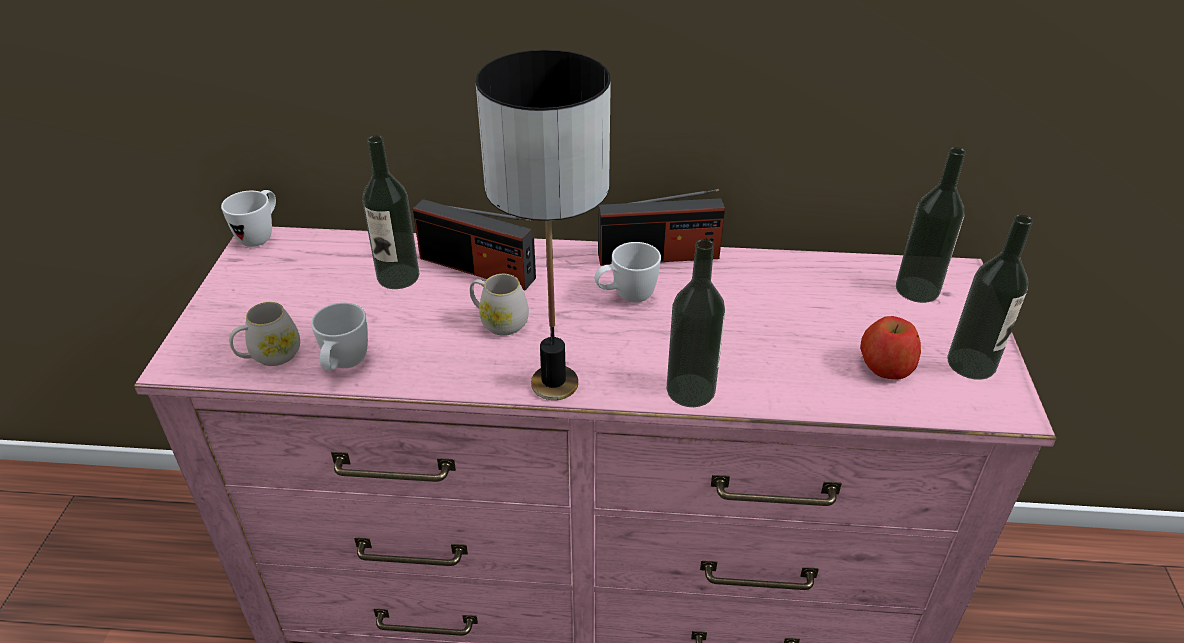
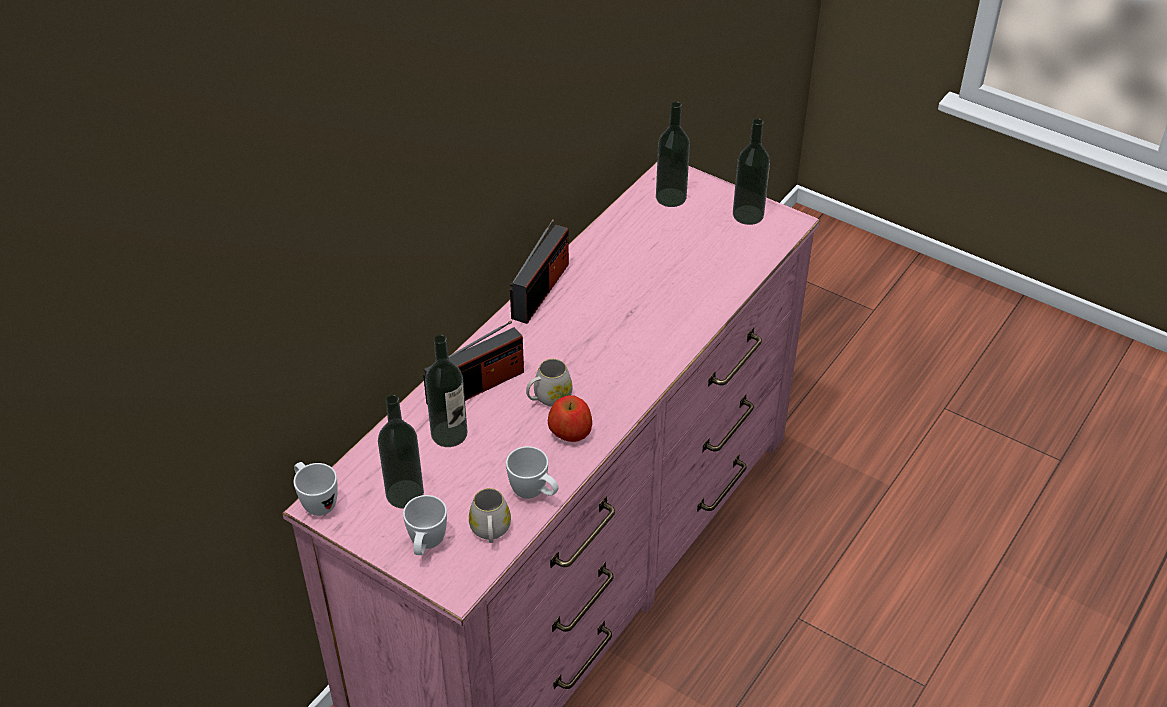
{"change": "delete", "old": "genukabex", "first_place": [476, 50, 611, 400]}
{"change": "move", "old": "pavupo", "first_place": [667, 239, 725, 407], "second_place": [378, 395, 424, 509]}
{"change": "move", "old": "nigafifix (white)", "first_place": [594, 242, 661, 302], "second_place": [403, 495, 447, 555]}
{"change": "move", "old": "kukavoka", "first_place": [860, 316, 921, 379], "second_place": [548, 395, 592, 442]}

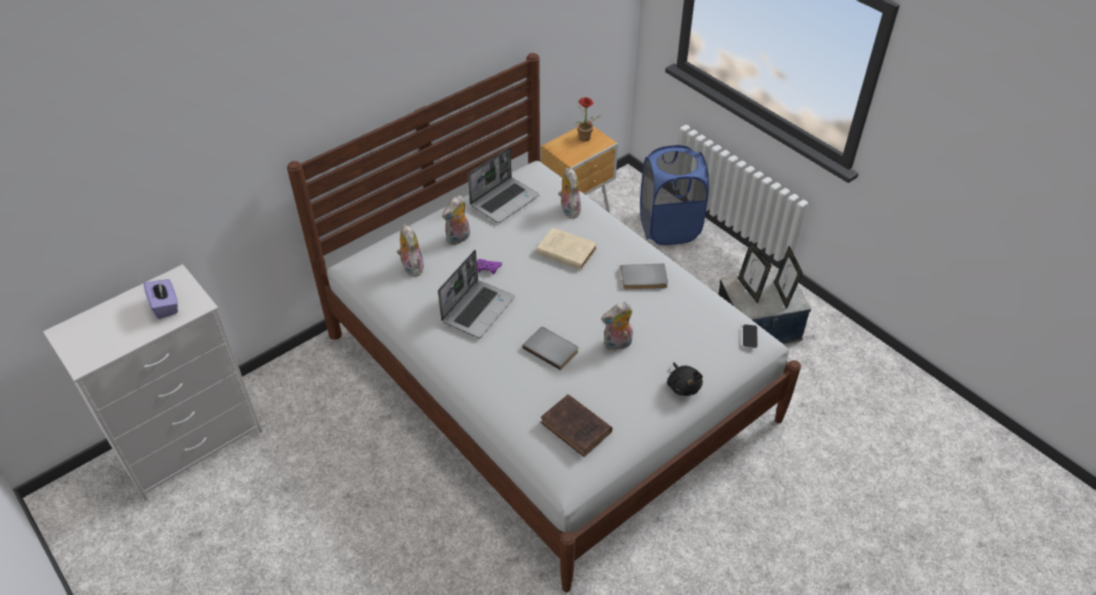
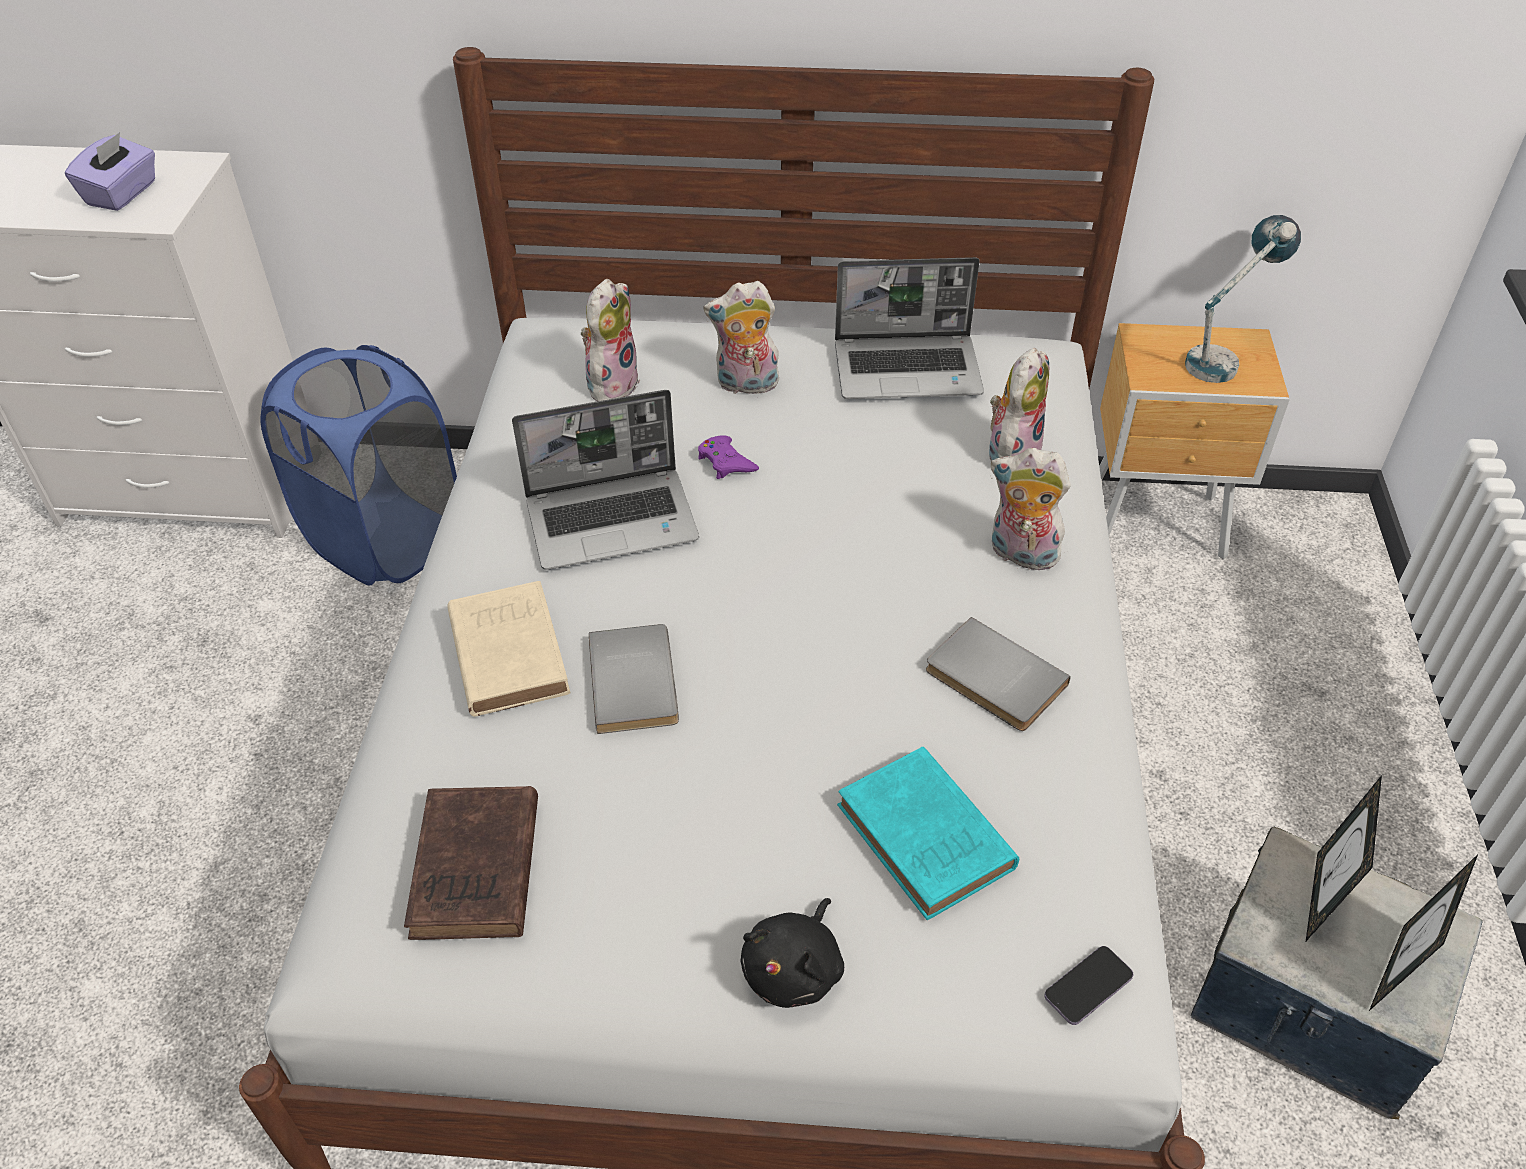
{"change": "replace", "old": "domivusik", "new": "genukabex", "first_place": [576, 97, 601, 142], "second_place": [1185, 215, 1301, 383]}
{"change": "move", "old": "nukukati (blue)", "first_place": [640, 145, 709, 245], "second_place": [260, 345, 457, 586]}
{"change": "move", "old": "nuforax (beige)", "first_place": [536, 228, 597, 270], "second_place": [447, 581, 571, 717]}
{"change": "move", "old": "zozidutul", "first_place": [601, 302, 633, 351], "second_place": [991, 448, 1070, 570]}
{"change": "insert", "new": "nuforax (turquoise)", "second_place": [837, 747, 1019, 920]}

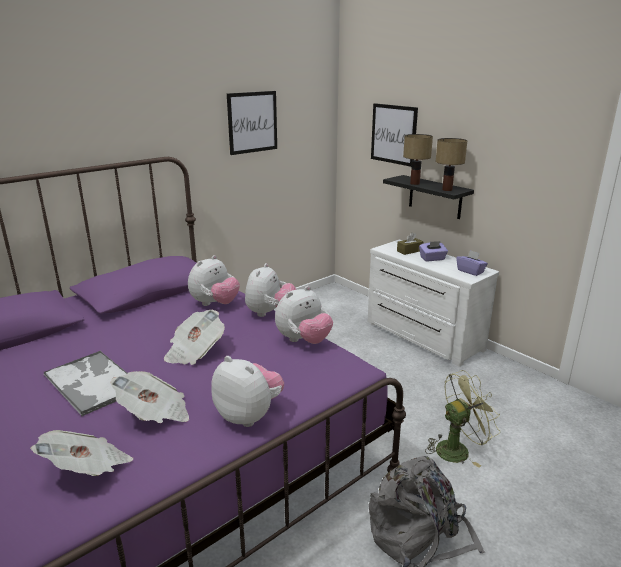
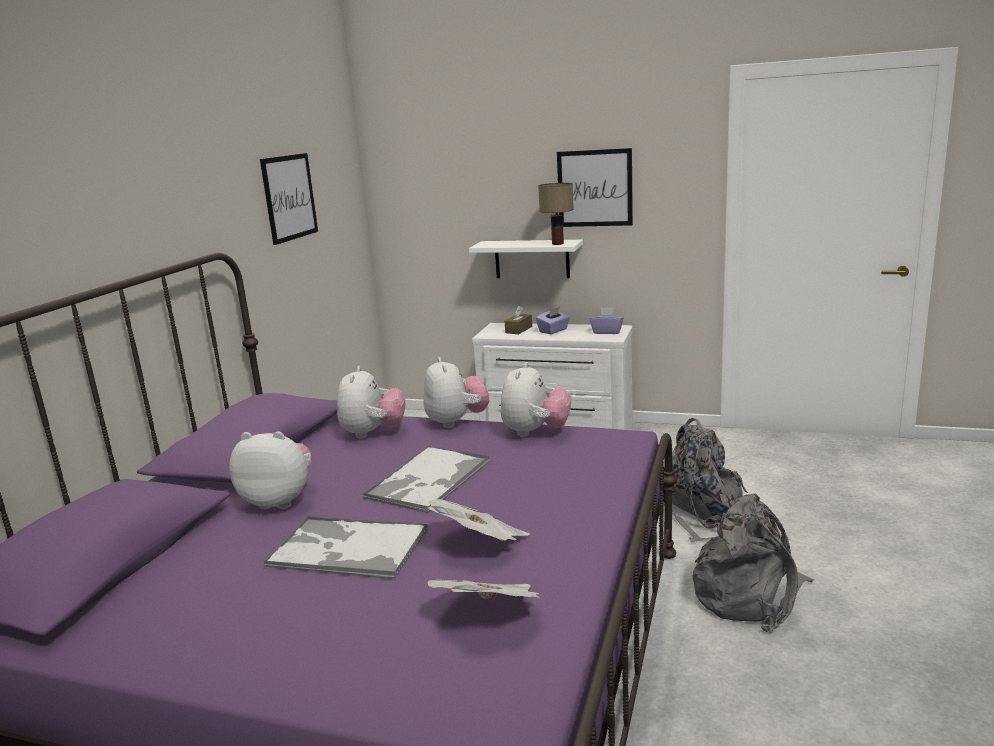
{"change": "move", "old": "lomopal", "first_place": [371, 103, 418, 167], "second_place": [557, 148, 633, 227]}
{"change": "delete", "old": "genukabex", "first_place": [403, 134, 433, 185]}
{"change": "recolor", "old": "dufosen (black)", "new": "dufosen (white)", "first_place": [383, 175, 474, 219], "second_place": [469, 240, 583, 278]}
{"change": "replace", "old": "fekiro", "new": "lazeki", "first_place": [164, 310, 225, 365], "second_place": [363, 446, 490, 513]}
{"change": "move", "old": "zozidutul", "first_place": [211, 356, 284, 427], "second_place": [229, 431, 311, 509]}
{"change": "replace", "old": "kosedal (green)", "new": "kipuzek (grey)", "first_place": [425, 370, 500, 467], "second_place": [672, 418, 748, 542]}

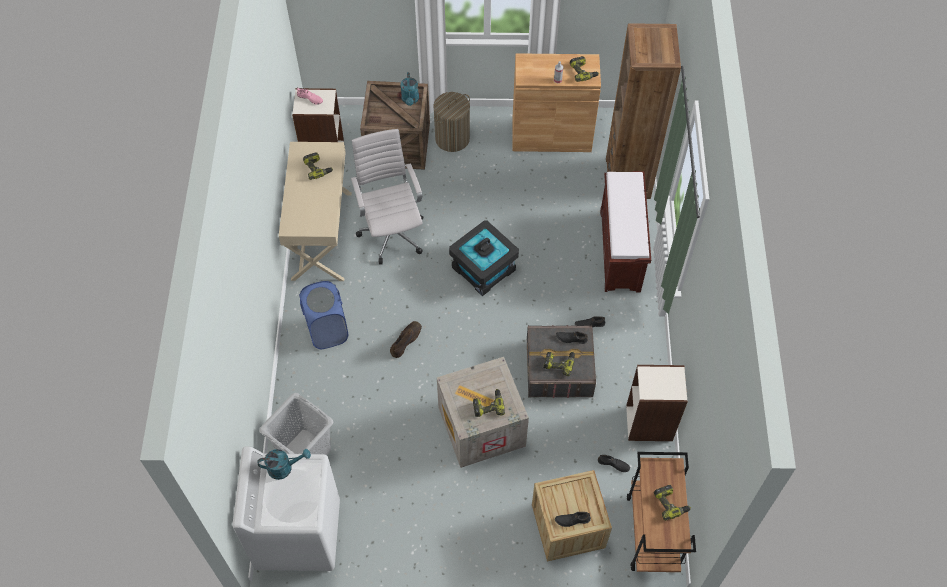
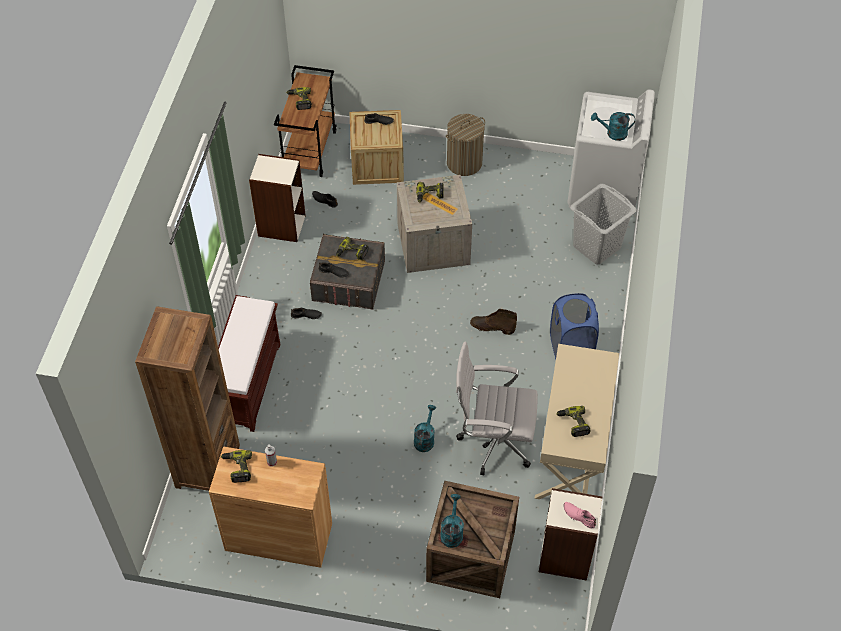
{"change": "move", "old": "nukukati", "first_place": [433, 92, 470, 152], "second_place": [446, 114, 485, 176]}
{"change": "rotate", "old": "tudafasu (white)", "first_place": [351, 129, 424, 264], "second_place": [456, 342, 538, 475], "degrees": 105}
{"change": "delete", "old": "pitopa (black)", "first_place": [449, 220, 519, 296]}
{"change": "rotate", "old": "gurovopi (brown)", "first_place": [390, 321, 422, 358], "second_place": [470, 309, 517, 335], "degrees": 60}
{"change": "insert", "new": "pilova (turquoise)", "second_place": [414, 405, 436, 452]}

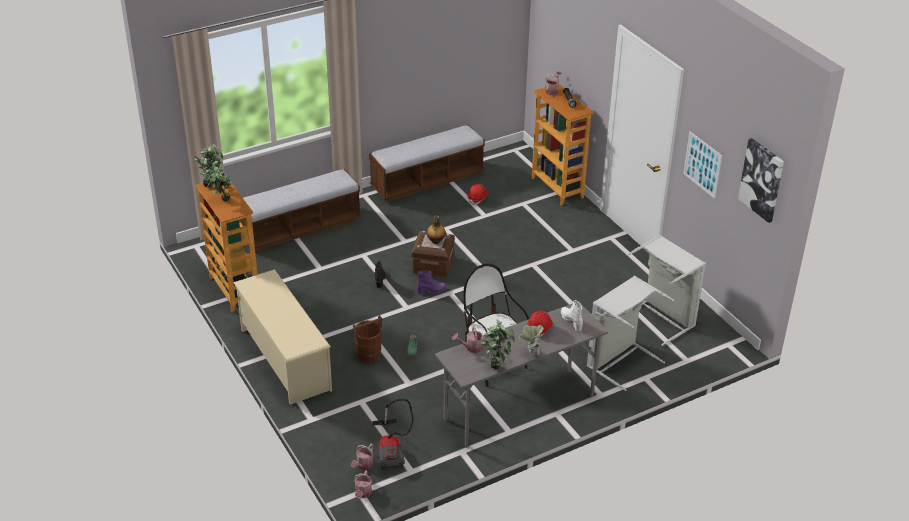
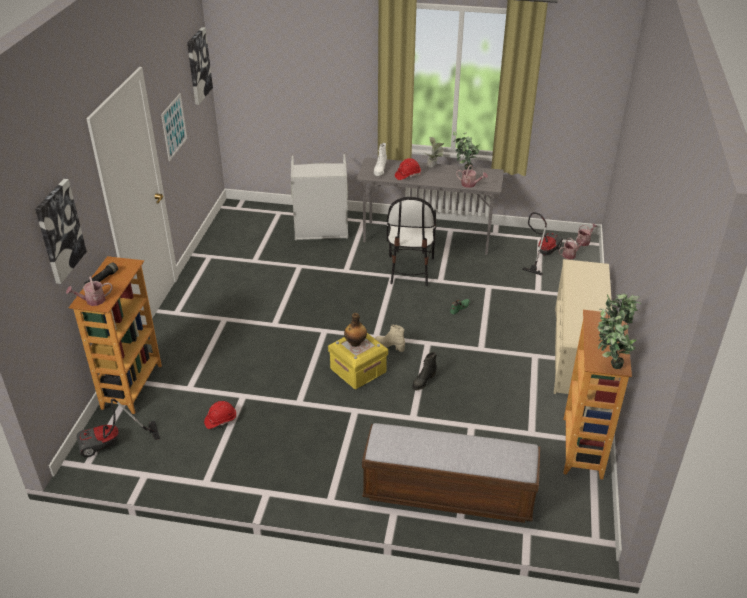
{"change": "delete", "old": "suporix", "first_place": [369, 125, 485, 201]}
{"change": "recolor", "old": "pitopa (brown)", "new": "pitopa (yellow)", "first_place": [411, 231, 455, 277], "second_place": [328, 333, 388, 389]}
{"change": "delete", "old": "nukukati (grey)", "first_place": [627, 235, 706, 346]}
{"change": "recolor", "old": "gurovopi (purple)", "new": "gurovopi (beige)", "first_place": [417, 270, 447, 294], "second_place": [375, 324, 405, 352]}
{"change": "delete", "old": "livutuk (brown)", "first_place": [353, 315, 382, 363]}
{"change": "insert", "new": "lomopal", "second_place": [35, 179, 87, 284]}
{"change": "insert", "new": "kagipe", "second_place": [77, 398, 160, 457]}

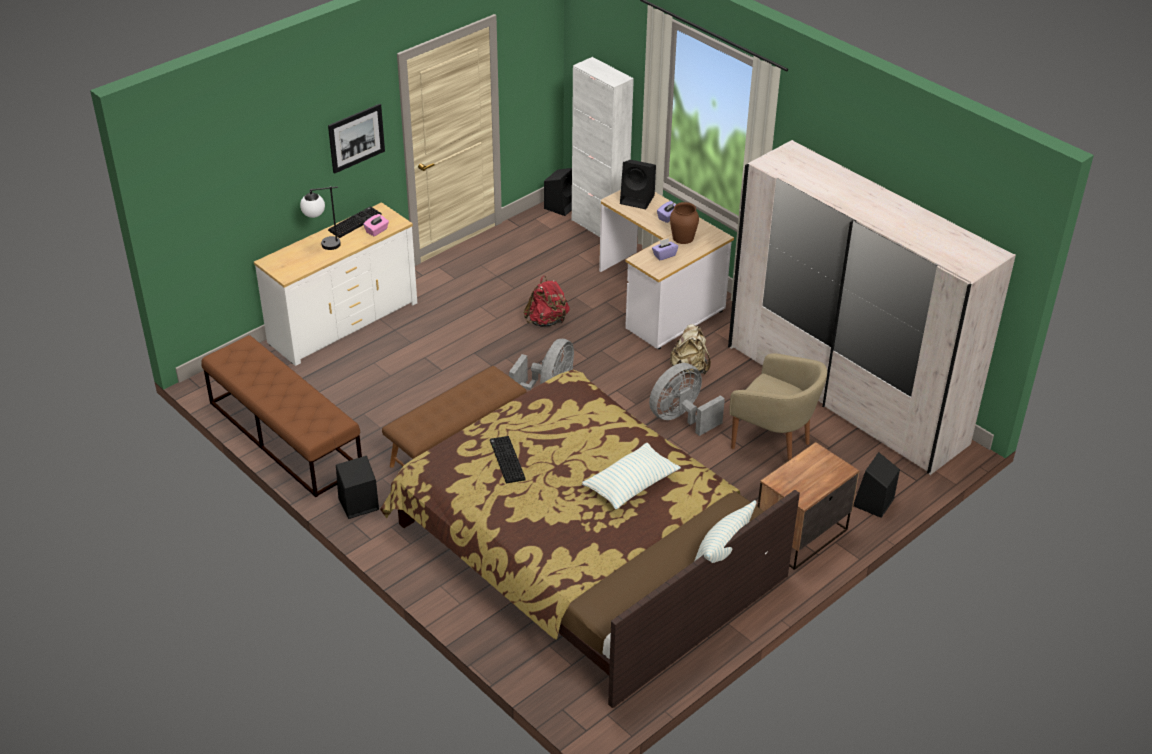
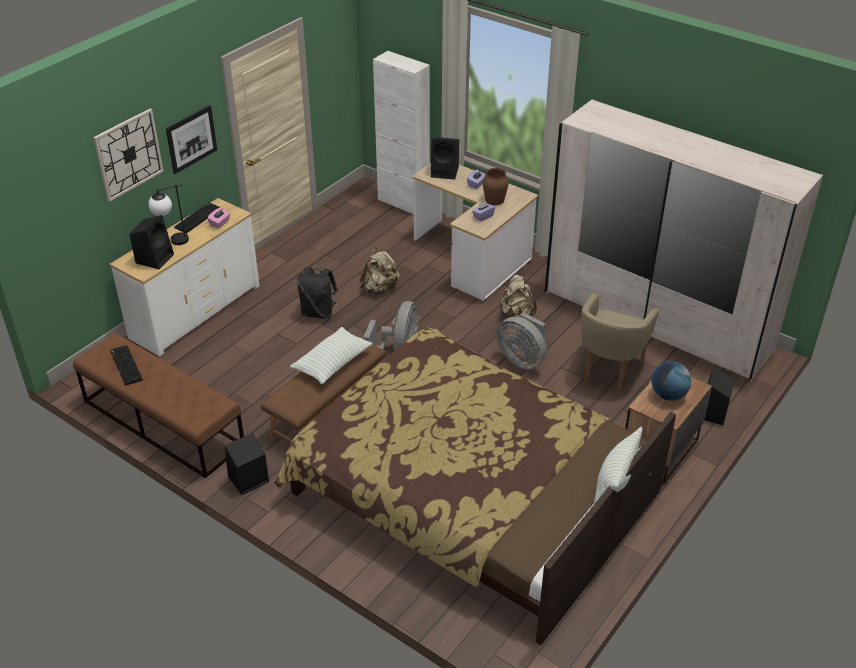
{"change": "move", "old": "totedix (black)", "first_place": [544, 168, 572, 216], "second_place": [129, 215, 174, 269]}
{"change": "recolor", "old": "kipuzek (red)", "new": "kipuzek (beige)", "first_place": [524, 276, 570, 327], "second_place": [359, 248, 400, 294]}
{"change": "rotate", "old": "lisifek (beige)", "first_place": [729, 353, 827, 460], "second_place": [581, 293, 659, 393], "degrees": 90}
{"change": "rotate", "old": "kosedal (grey)", "first_place": [649, 363, 725, 436], "second_place": [497, 312, 547, 369], "degrees": -90}
{"change": "move", "old": "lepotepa", "first_place": [490, 436, 526, 484], "second_place": [110, 345, 143, 385]}
{"change": "move", "old": "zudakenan", "first_place": [582, 443, 681, 510], "second_place": [290, 327, 373, 384]}
{"change": "insert", "new": "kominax", "second_place": [93, 109, 163, 202]}
{"change": "insert", "new": "kipuzek (black)", "second_place": [297, 267, 338, 319]}
{"change": "insert", "new": "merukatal", "second_place": [651, 362, 691, 401]}

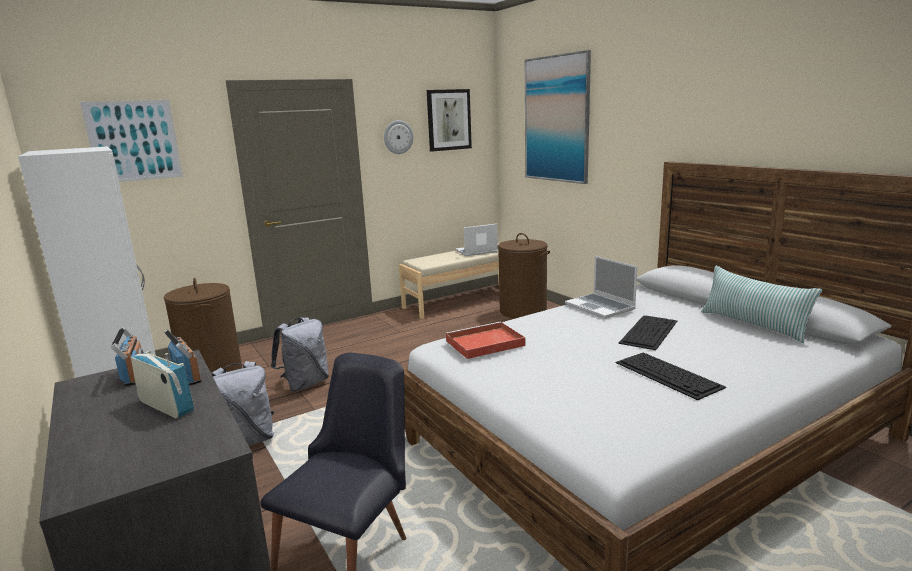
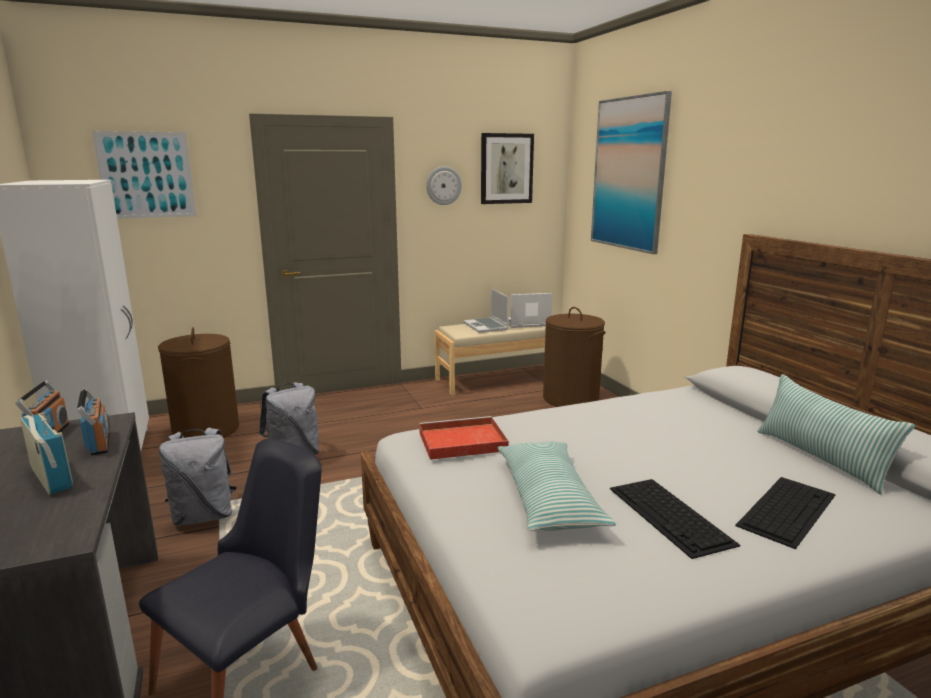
{"change": "move", "old": "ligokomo", "first_place": [565, 256, 637, 319], "second_place": [463, 289, 509, 333]}
{"change": "move", "old": "lepotepa", "first_place": [619, 315, 677, 350], "second_place": [735, 477, 836, 549]}
{"change": "insert", "new": "zudakenan", "second_place": [498, 441, 616, 531]}

